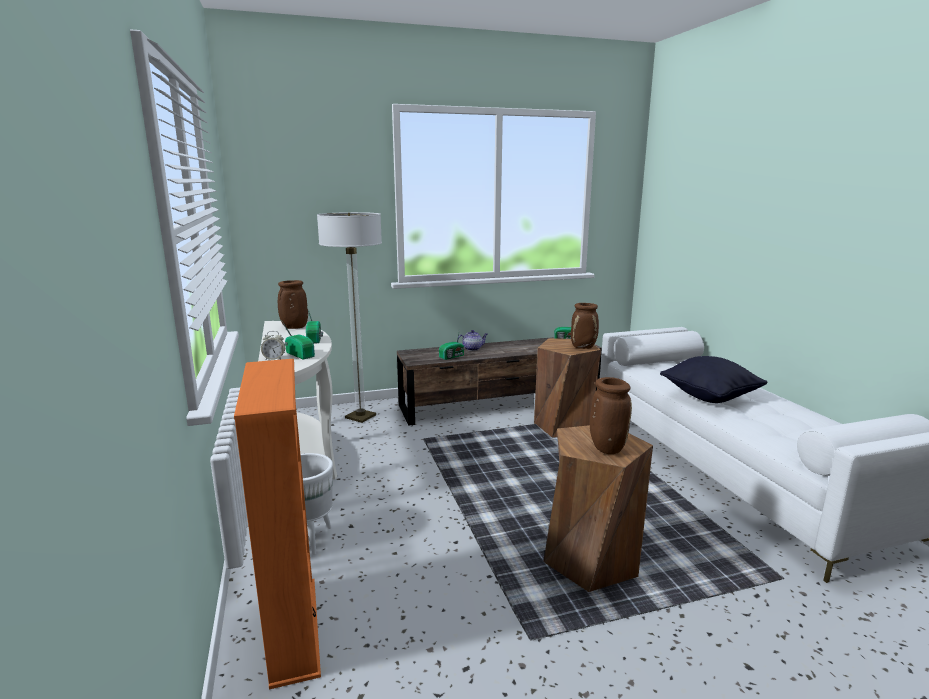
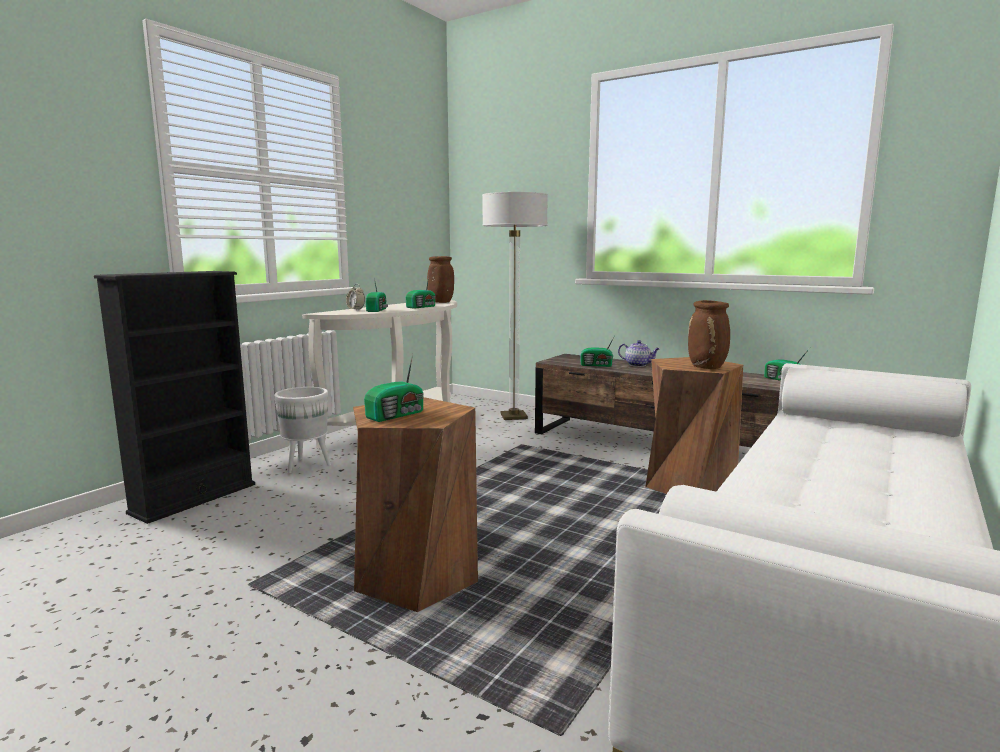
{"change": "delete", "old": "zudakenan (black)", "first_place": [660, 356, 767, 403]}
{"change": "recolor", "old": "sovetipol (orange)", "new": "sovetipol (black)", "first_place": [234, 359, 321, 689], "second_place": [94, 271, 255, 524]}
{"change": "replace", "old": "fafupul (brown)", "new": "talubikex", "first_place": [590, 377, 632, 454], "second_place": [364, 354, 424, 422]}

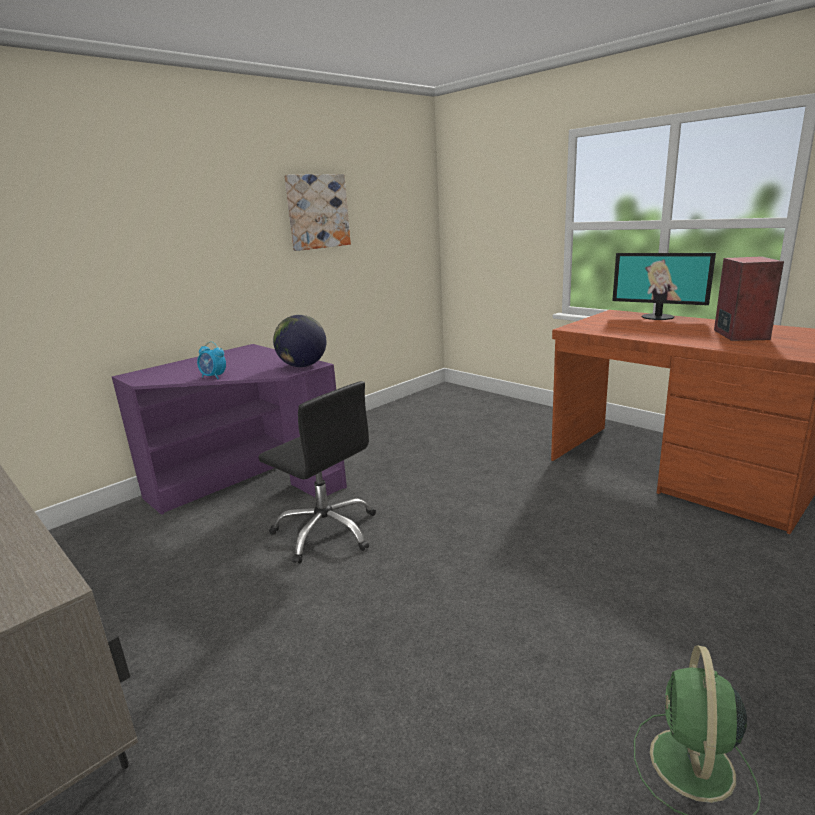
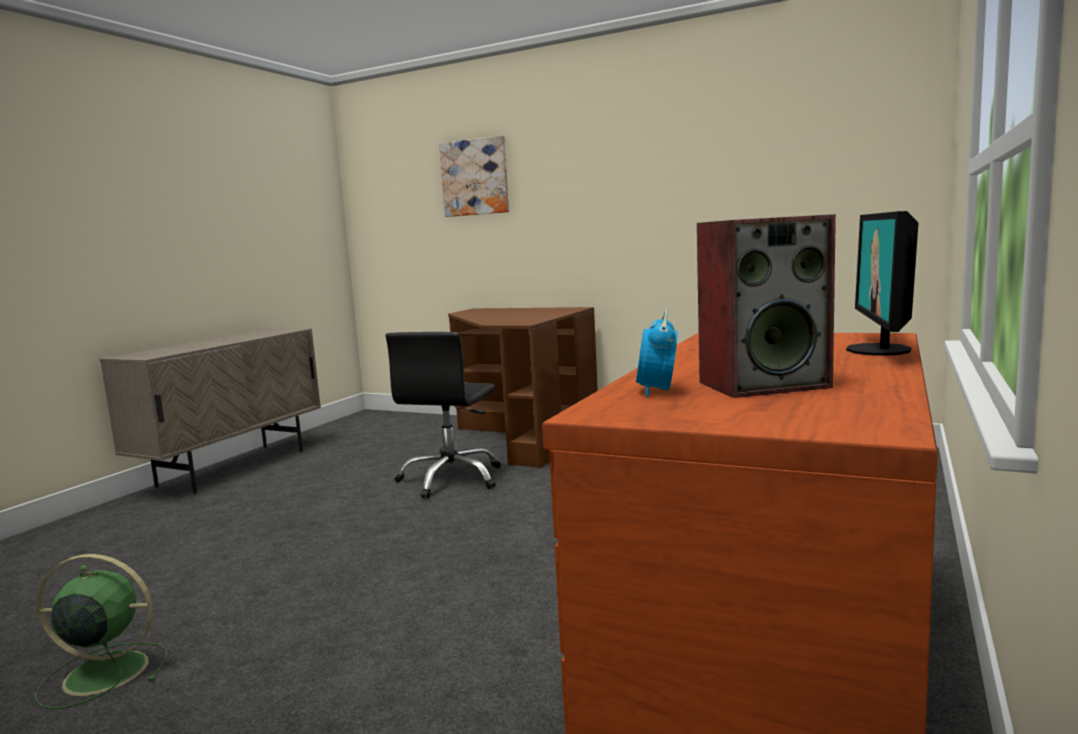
{"change": "move", "old": "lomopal", "first_place": [284, 174, 351, 251], "second_place": [439, 135, 509, 217]}
{"change": "delete", "old": "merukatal", "first_place": [273, 315, 326, 367]}
{"change": "move", "old": "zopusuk", "first_place": [197, 341, 226, 379], "second_place": [636, 309, 678, 397]}
{"change": "recolor", "old": "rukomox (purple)", "new": "rukomox (brown)", "first_place": [112, 344, 347, 515], "second_place": [448, 307, 598, 468]}

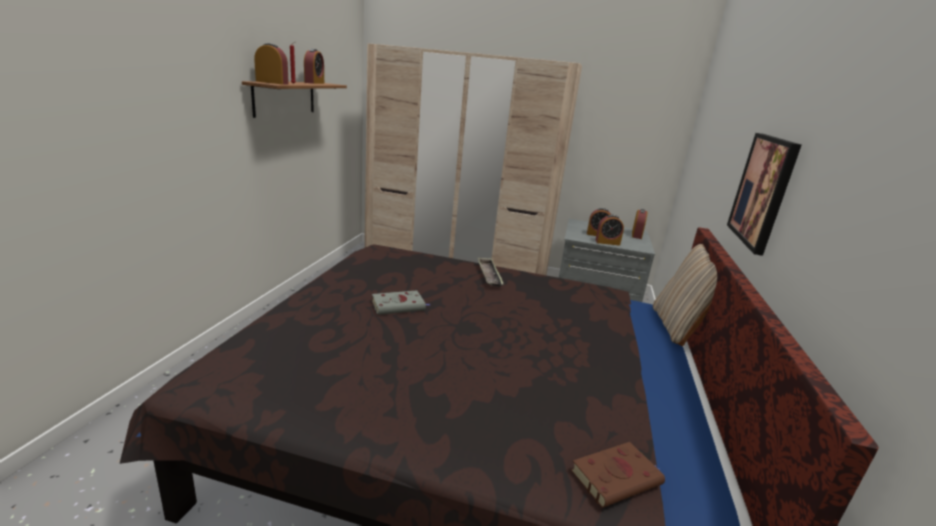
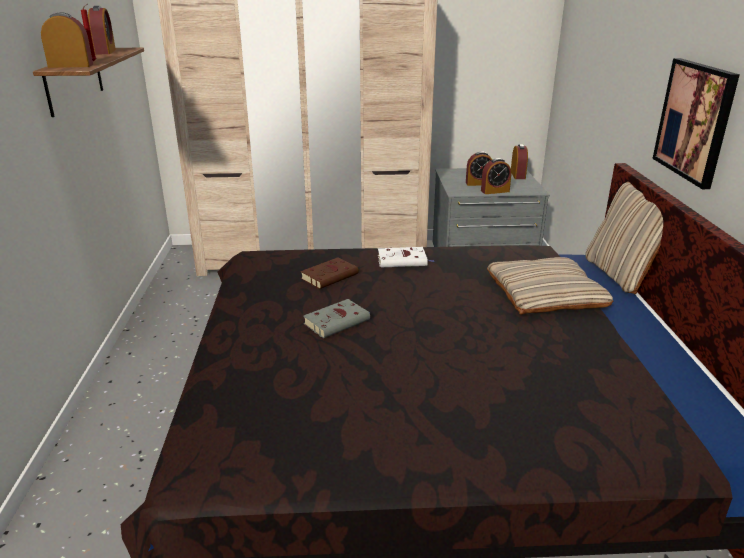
{"change": "replace", "old": "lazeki", "new": "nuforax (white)", "first_place": [477, 257, 504, 287], "second_place": [378, 247, 435, 267]}
{"change": "move", "old": "nuforax (brown)", "first_place": [571, 442, 665, 508], "second_place": [300, 258, 359, 289]}
{"change": "insert", "new": "zudakenan (beige)", "second_place": [487, 257, 613, 315]}

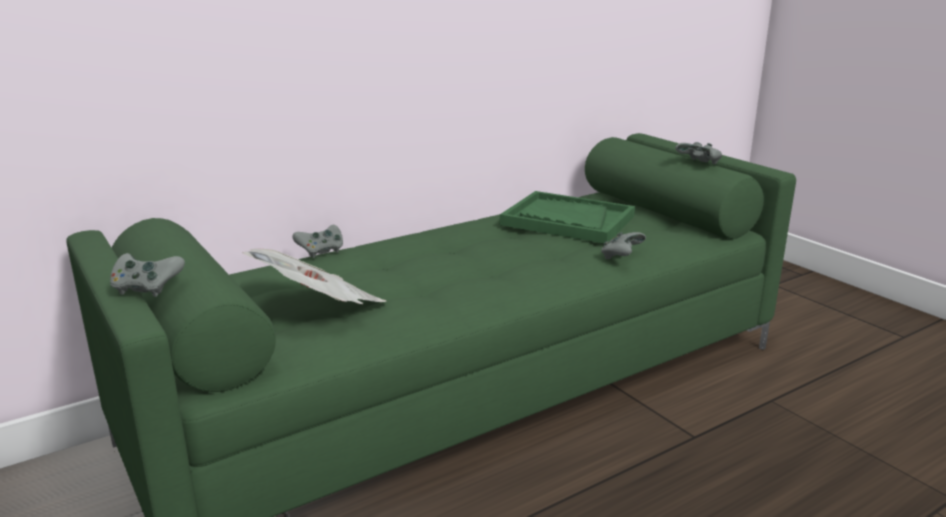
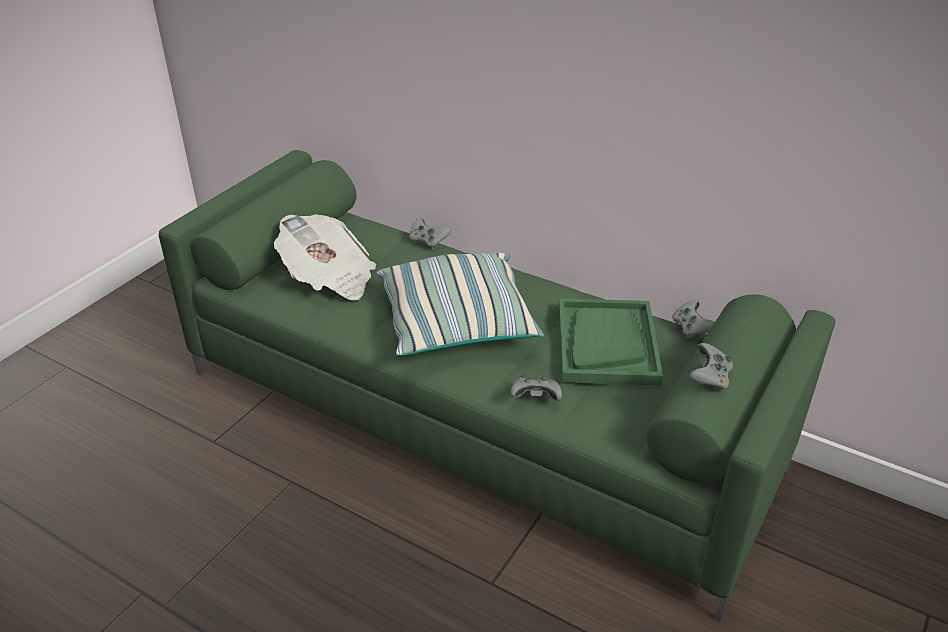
{"change": "move", "old": "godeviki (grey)", "first_place": [110, 253, 185, 297], "second_place": [672, 300, 715, 339]}
{"change": "insert", "new": "zudakenan", "second_place": [376, 253, 544, 356]}

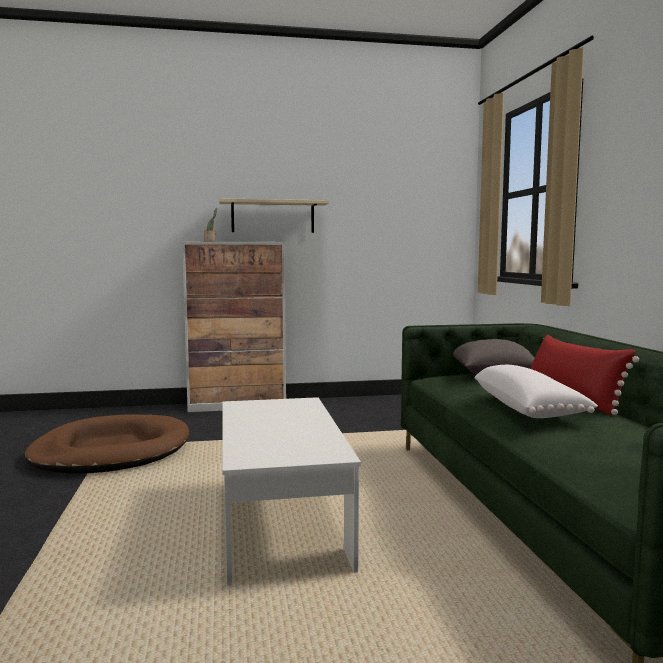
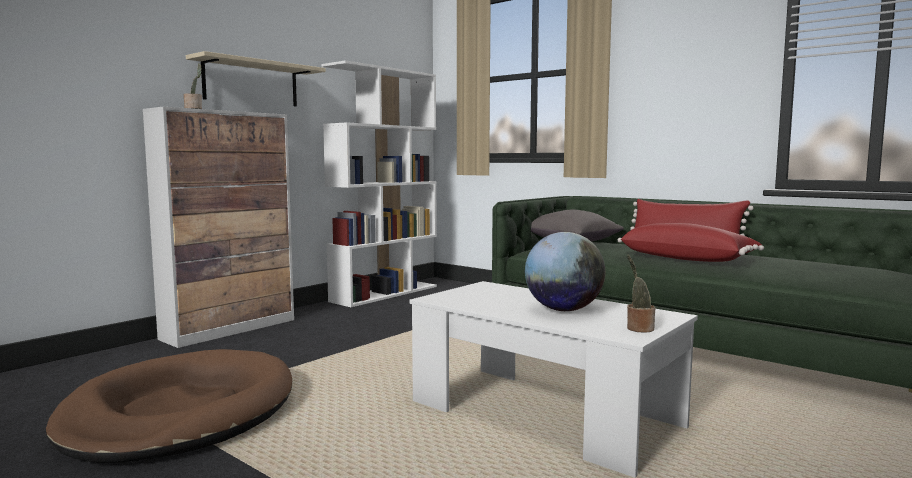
{"change": "recolor", "old": "zudakenan (white)", "new": "zudakenan (red)", "first_place": [475, 365, 598, 418], "second_place": [618, 223, 764, 262]}
{"change": "insert", "new": "sovetipol (white)", "second_place": [321, 60, 437, 307]}
{"change": "insert", "new": "merukatal", "second_place": [525, 232, 605, 311]}
{"change": "insert", "new": "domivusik", "second_place": [627, 255, 655, 333]}

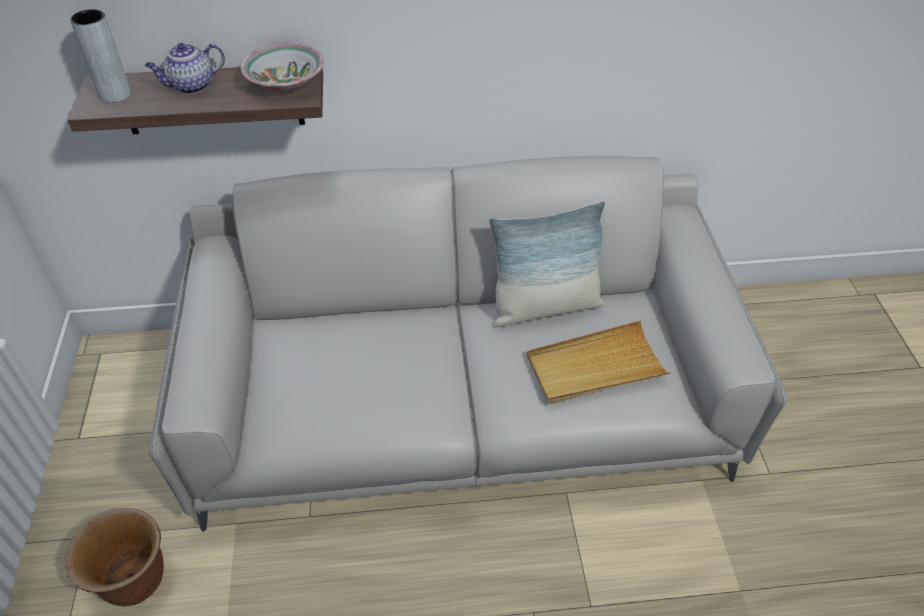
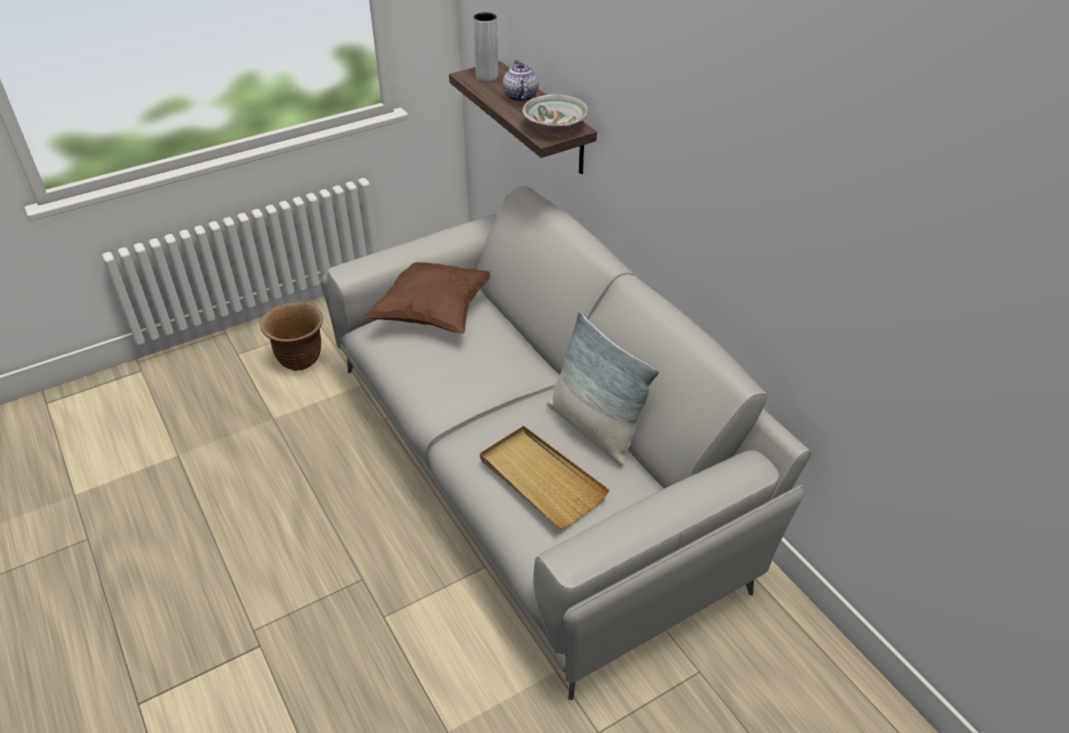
{"change": "rotate", "old": "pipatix", "first_place": [145, 43, 225, 94], "second_place": [503, 60, 539, 102], "degrees": 45}
{"change": "insert", "new": "zudakenan (brown)", "second_place": [364, 262, 491, 334]}

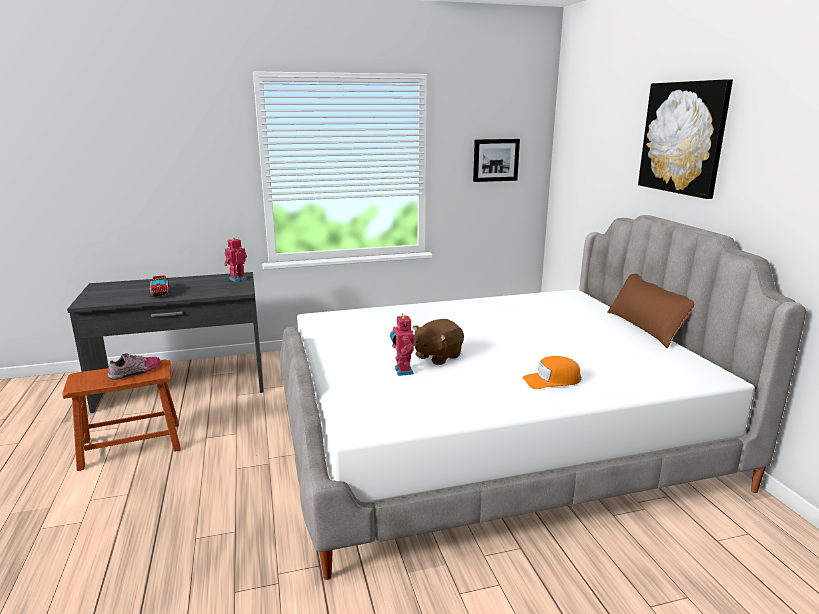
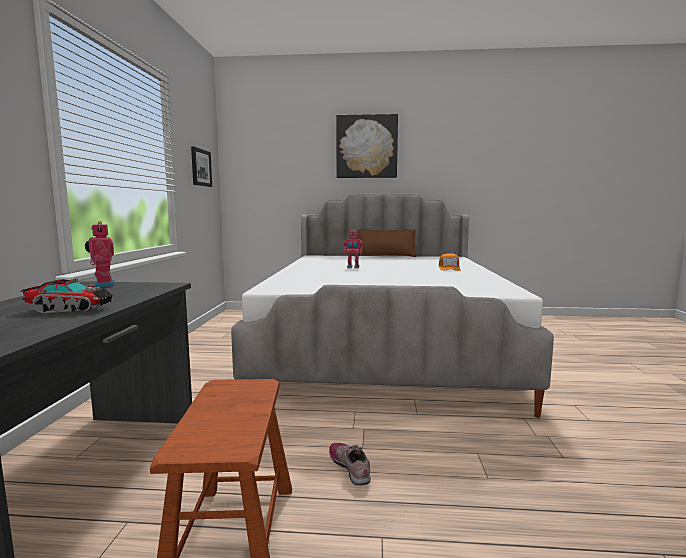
{"change": "move", "old": "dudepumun", "first_place": [390, 313, 414, 376], "second_place": [344, 230, 363, 268]}
{"change": "delete", "old": "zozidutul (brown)", "first_place": [413, 319, 464, 365]}
{"change": "move", "old": "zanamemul", "first_place": [108, 353, 161, 380], "second_place": [329, 443, 371, 486]}

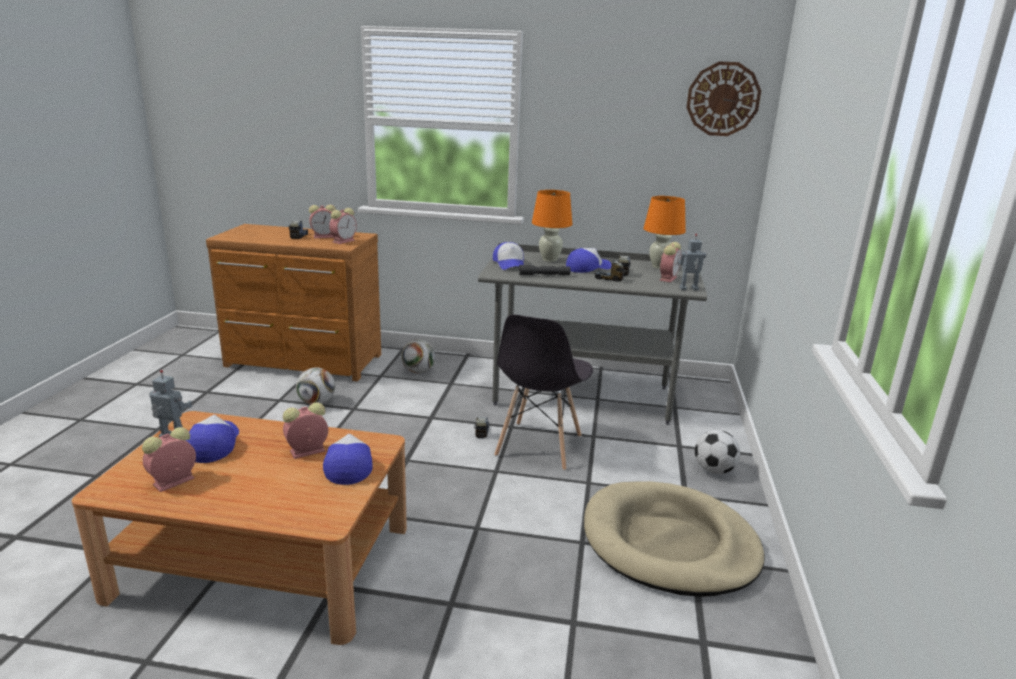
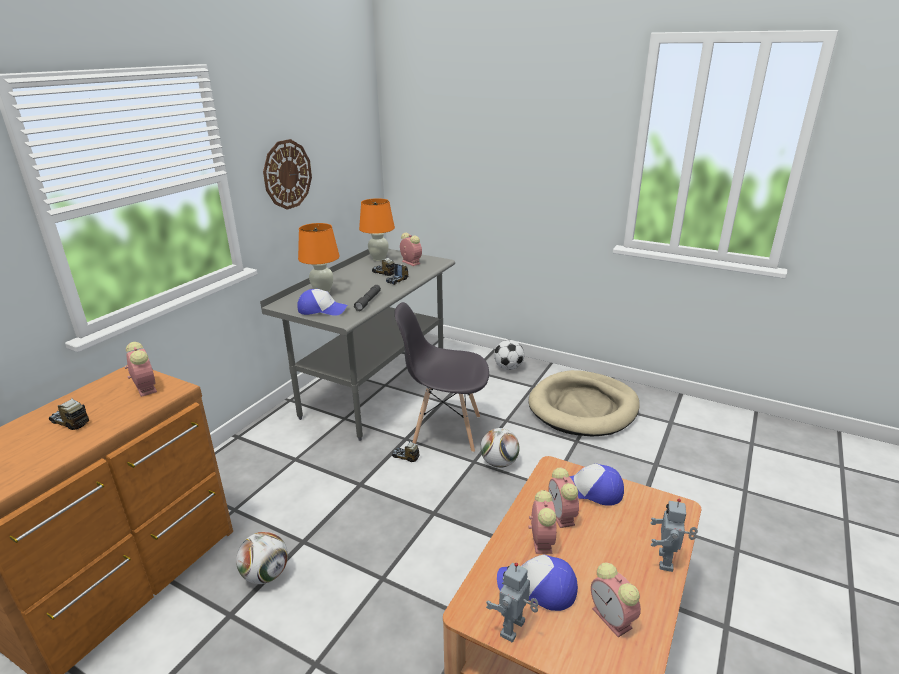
{"change": "move", "old": "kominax", "first_place": [686, 62, 761, 136], "second_place": [263, 139, 312, 210]}
{"change": "move", "old": "zopusuk", "first_place": [309, 205, 336, 238], "second_place": [528, 490, 557, 554]}
{"change": "move", "old": "dudepumun", "first_place": [677, 234, 706, 290], "second_place": [650, 499, 698, 572]}
{"change": "delete", "old": "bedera", "first_place": [566, 248, 612, 273]}
{"change": "rotate", "old": "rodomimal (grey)", "first_place": [494, 315, 593, 471], "second_place": [395, 302, 489, 453], "degrees": 150}
{"change": "move", "old": "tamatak", "first_place": [401, 339, 435, 373], "second_place": [480, 428, 520, 468]}

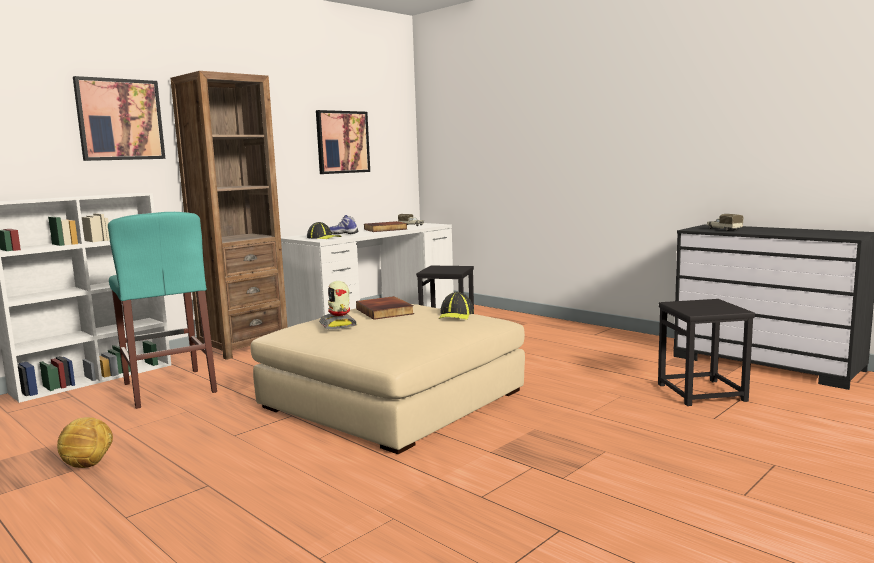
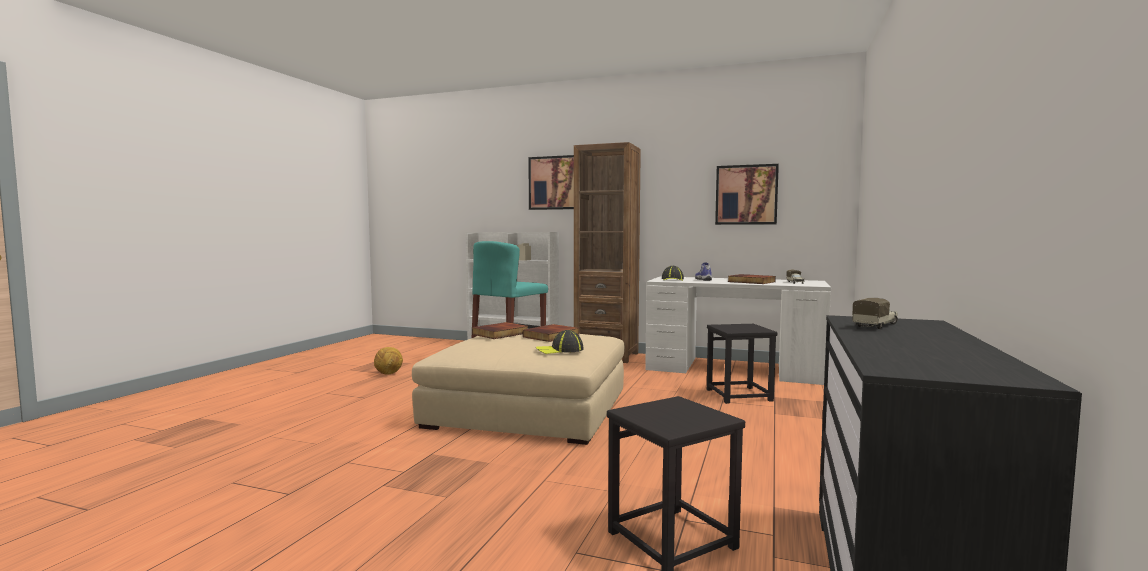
{"change": "replace", "old": "dudepumun", "new": "nuforax", "first_place": [319, 281, 357, 329], "second_place": [472, 322, 529, 339]}

